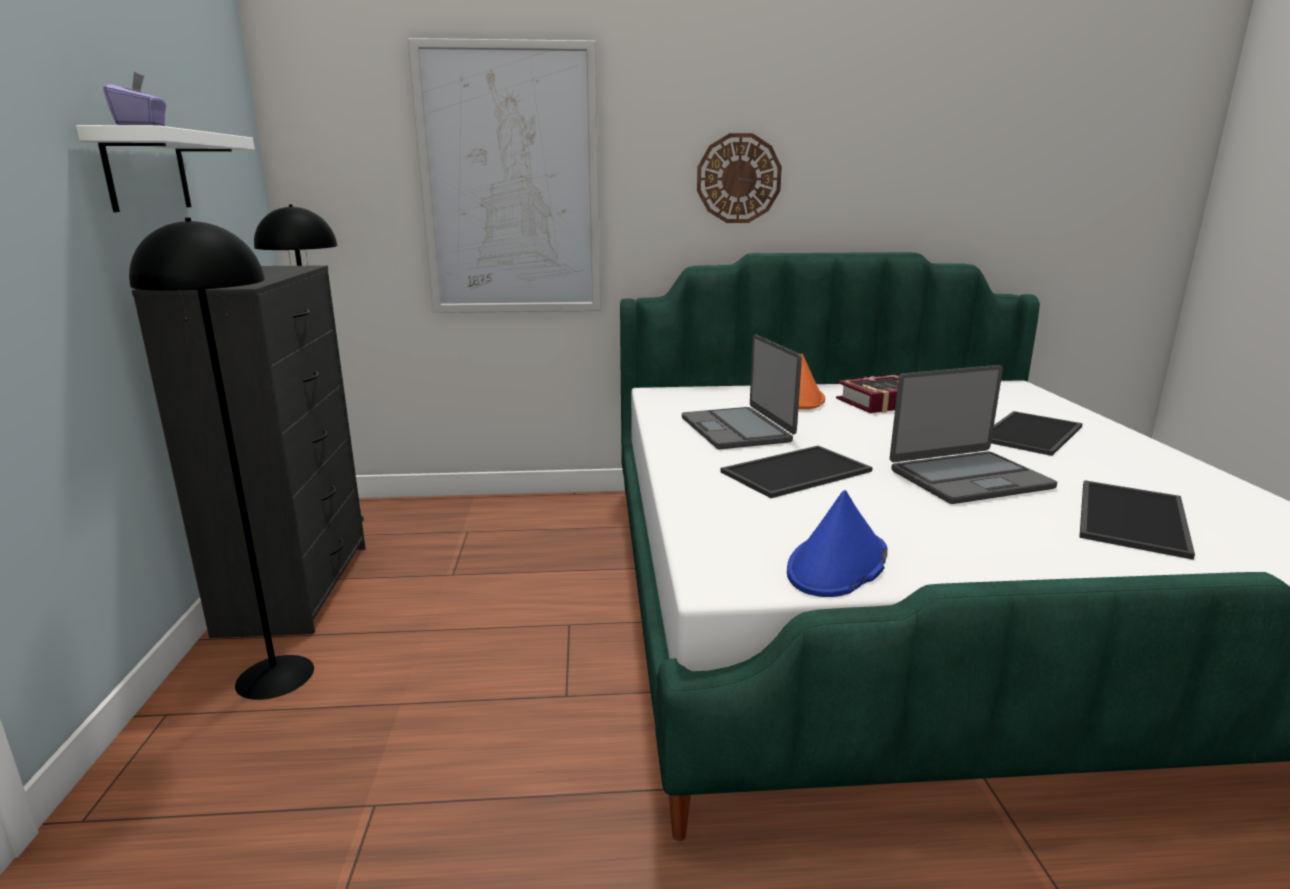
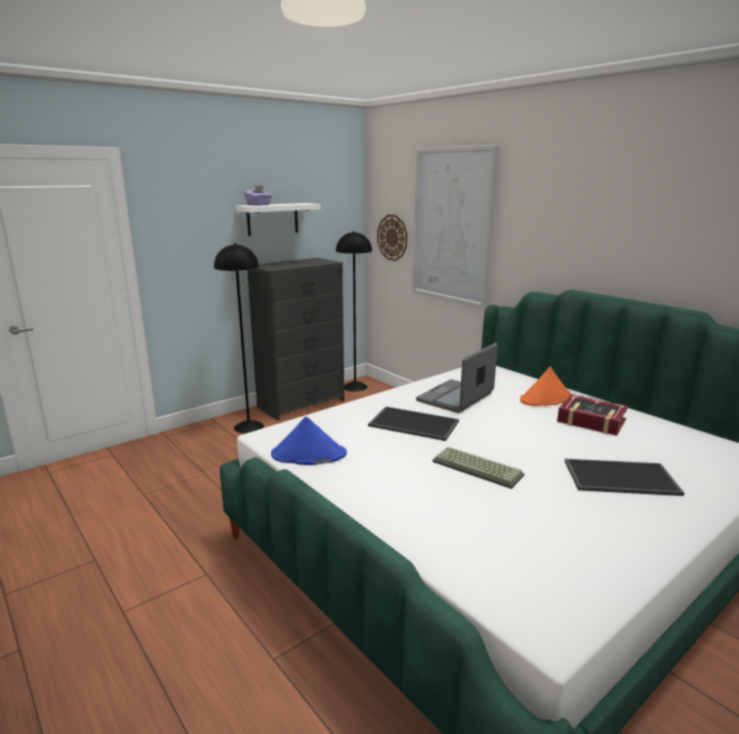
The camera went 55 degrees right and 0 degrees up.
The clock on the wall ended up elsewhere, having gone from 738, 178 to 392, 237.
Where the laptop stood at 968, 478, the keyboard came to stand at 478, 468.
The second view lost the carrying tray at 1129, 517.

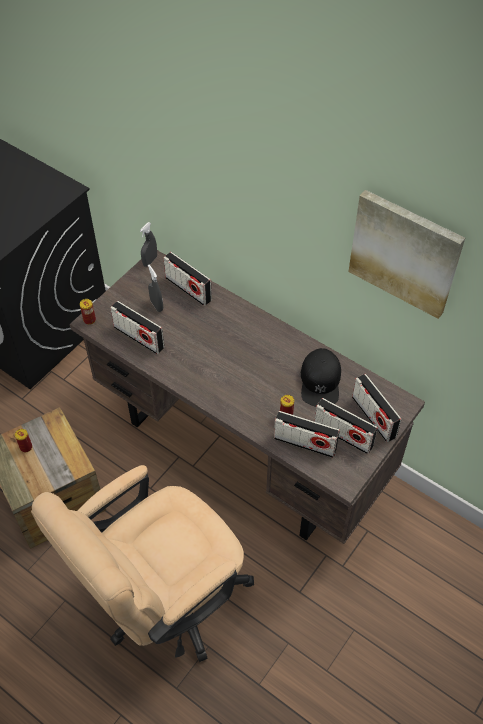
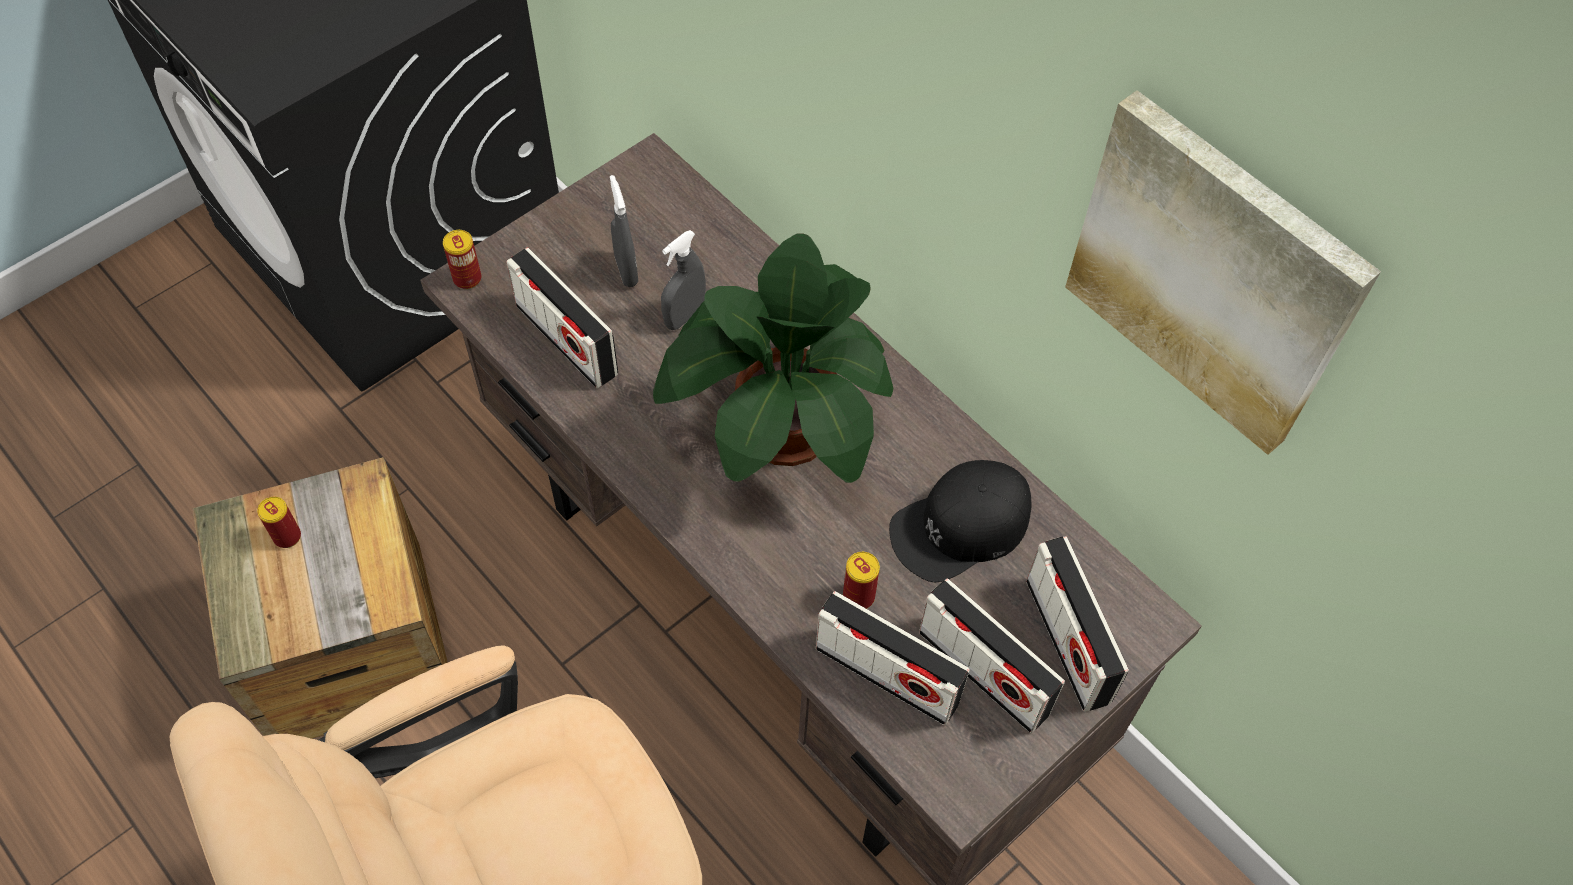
The camera went 10 degrees right and 5 degrees up.
The hand sprayer (grey) ended up elsewhere, having gone from 150, 261 to 684, 316.
The second view lost the radio receiver at 188, 289.
The peaked cap (black) at 320, 381 ended up facing another way, 45 degrees clockwise from before.
The second view gained the potted plant at 782, 432.

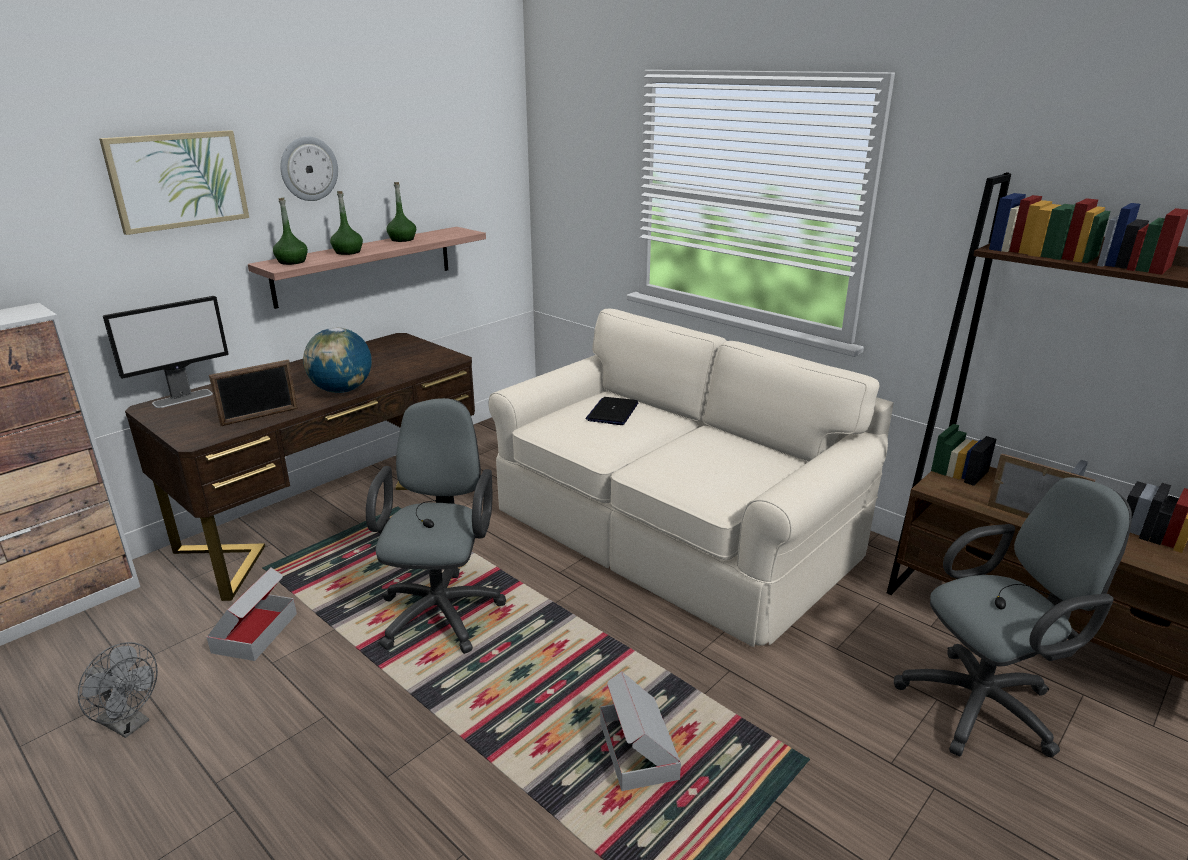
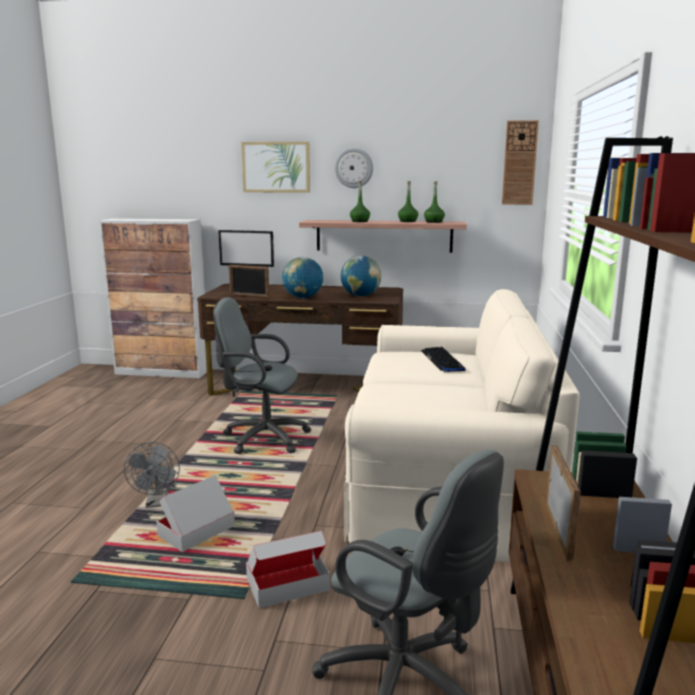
The camera went 55 degrees right and 10 degrees down.
The electric fan (grey) ended up elsewhere, having gone from 129, 724 to 156, 503.
The packing box ended up elsewhere, having gone from 255, 632 to 288, 584.
The beverage bottle (green-coloured) ended up elsewhere, having gone from 292, 262 to 434, 222.
The computer chair (grey) at 442, 609 ended up facing another way, 135 degrees counterclockwise from before.
Where the laptop stood at 612, 412, the keyboard came to stand at 442, 360.
The second view gained the globe at 360, 296.
The second view gained the clock on the wall at 519, 163.

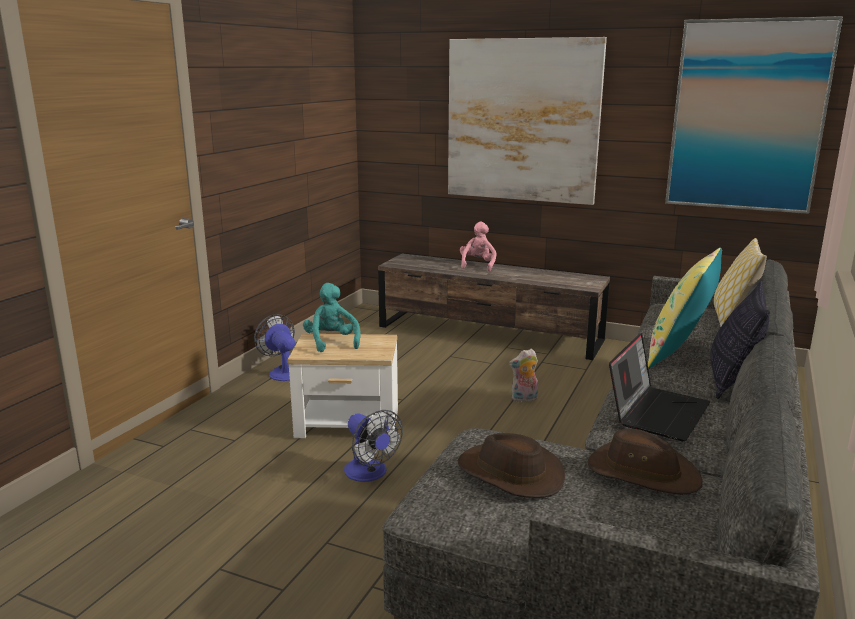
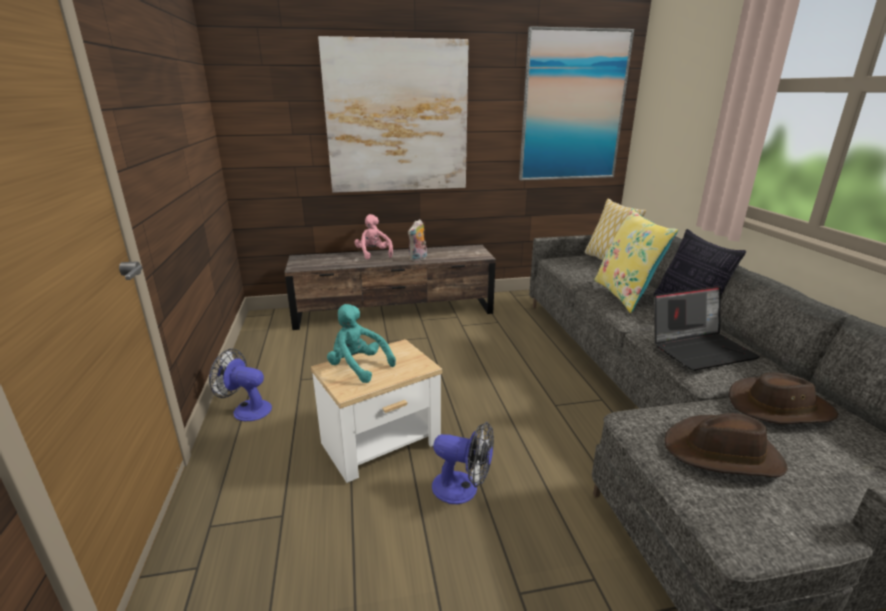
The camera went 35 degrees left and 5 degrees up.
The cuddly toy ended up elsewhere, having gone from 524, 399 to 418, 259.
The laptop at 657, 412 ended up facing another way, 75 degrees clockwise from before.

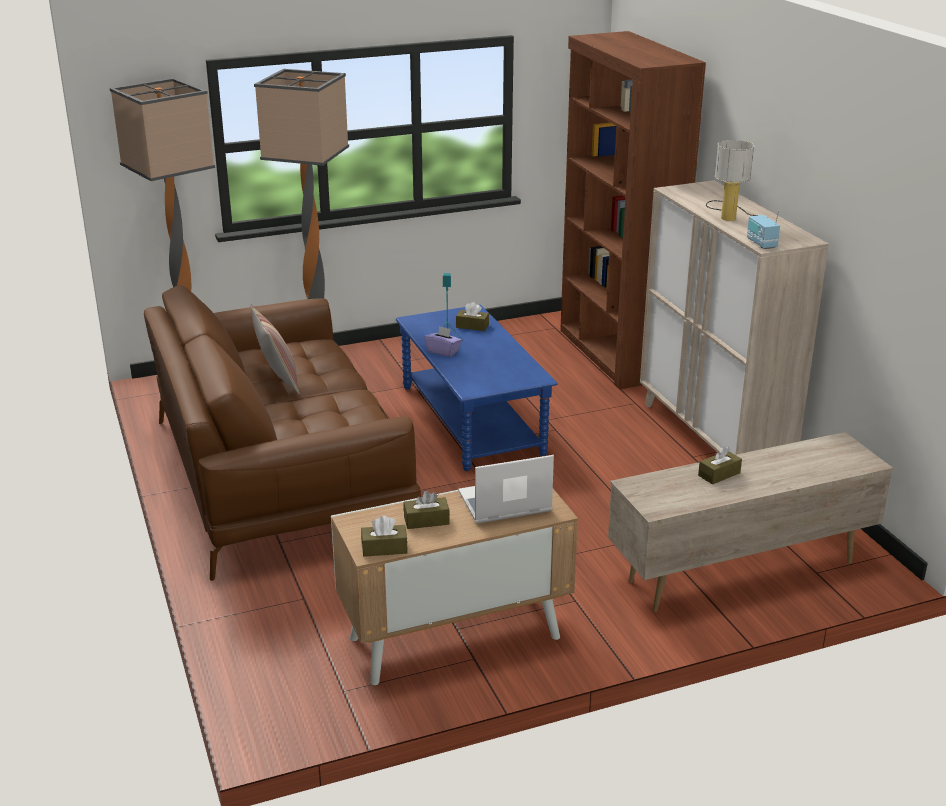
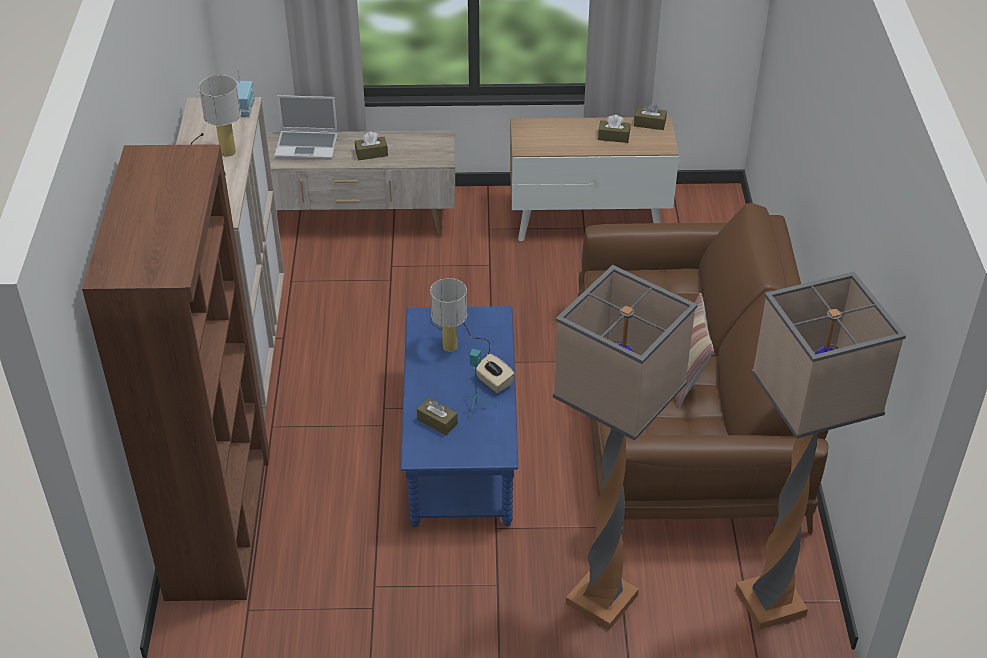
The camera went 160 degrees left and 15 degrees up.
What was the box of tissues (purplish) at 443, 351 turned into the box of tissues (beige-coloured) at 494, 382.
The laptop ended up elsewhere, having gone from 504, 503 to 307, 146.
The second view gained the lamp for a table at 454, 340.

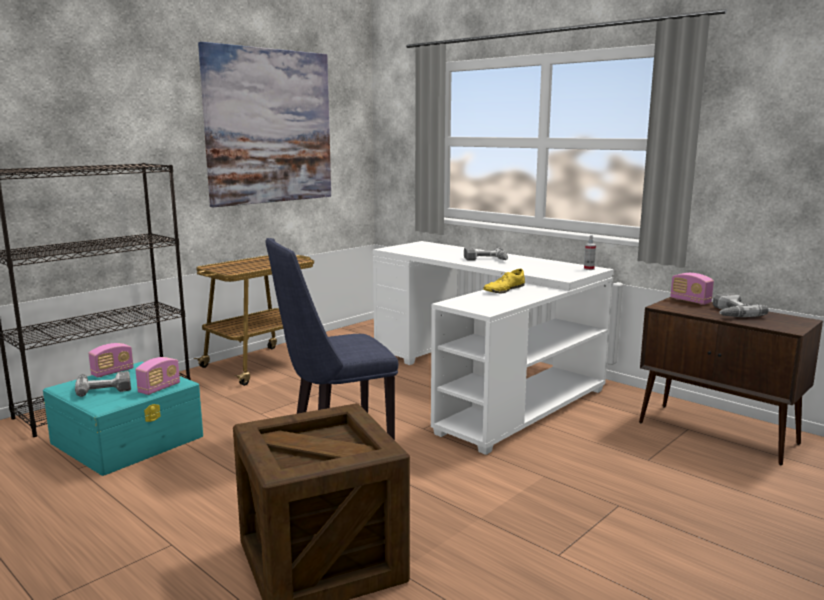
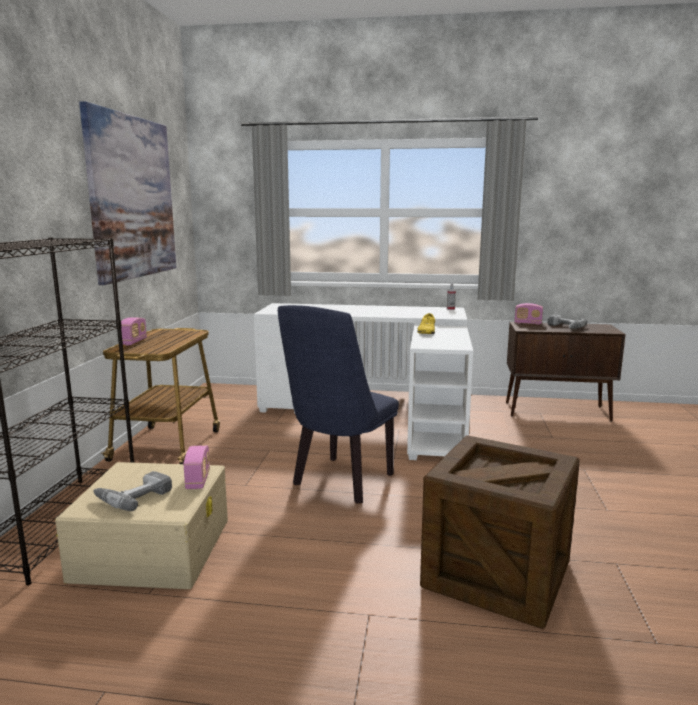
The camera went 35 degrees left and 0 degrees up.
What was the storage container (turquoise-coloured) at 128, 439 turned into the storage container (beige-coloured) at 153, 547.
The radio receiver ended up elsewhere, having gone from 112, 372 to 133, 342.
The second view lost the electric drill at 486, 260.

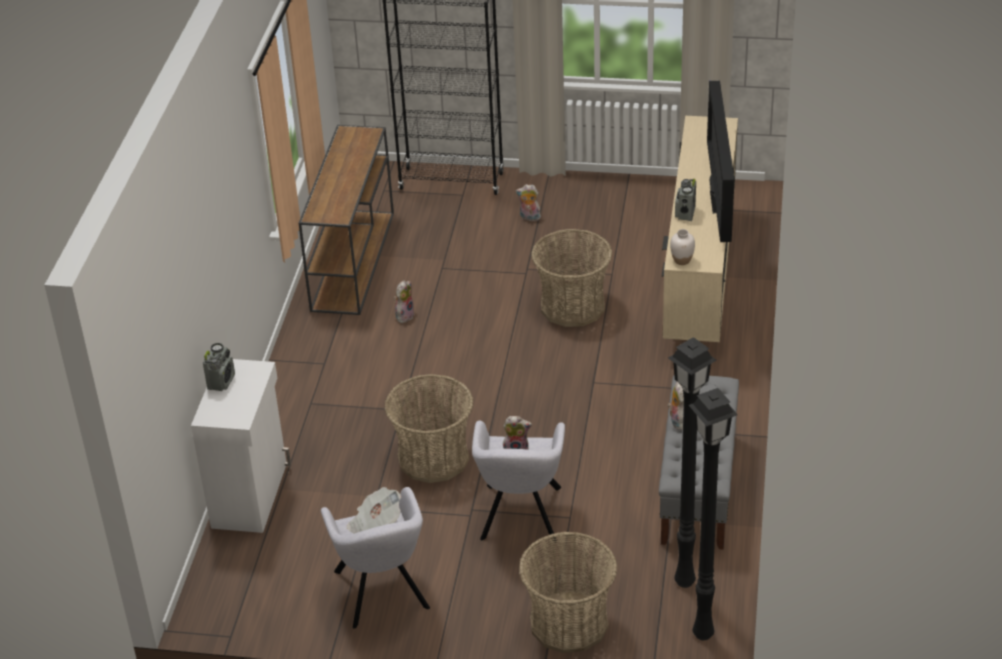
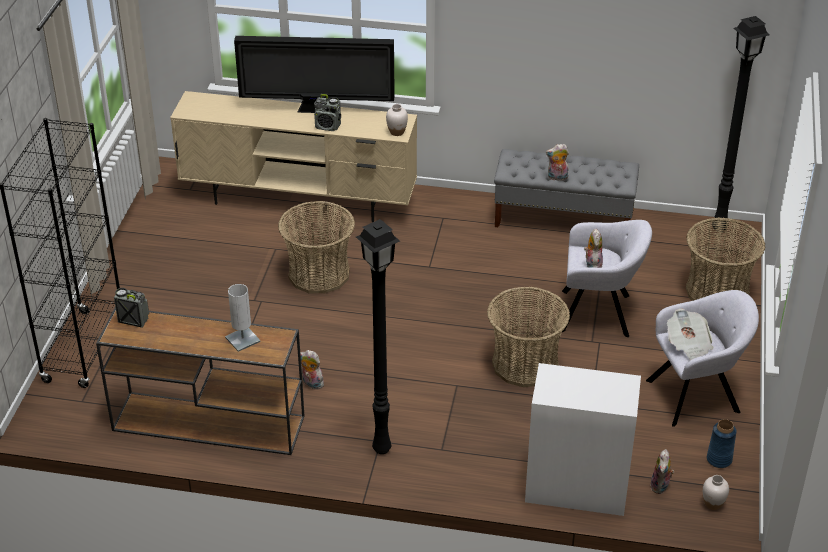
The camera went 90 degrees left and 0 degrees up.
The radio receiver ended up elsewhere, having gone from 221, 381 to 133, 319.
The cuddly toy ended up elsewhere, having gone from 529, 218 to 661, 486.
The standing lamp (black) ended up elsewhere, having gone from 684, 583 to 383, 449.
The second view gained the lamp for a table (whitish) at 242, 339.
The second view gained the flower vase (whitish) at 713, 504.
The second view gained the flower vase (blue-coloured) at 719, 459.

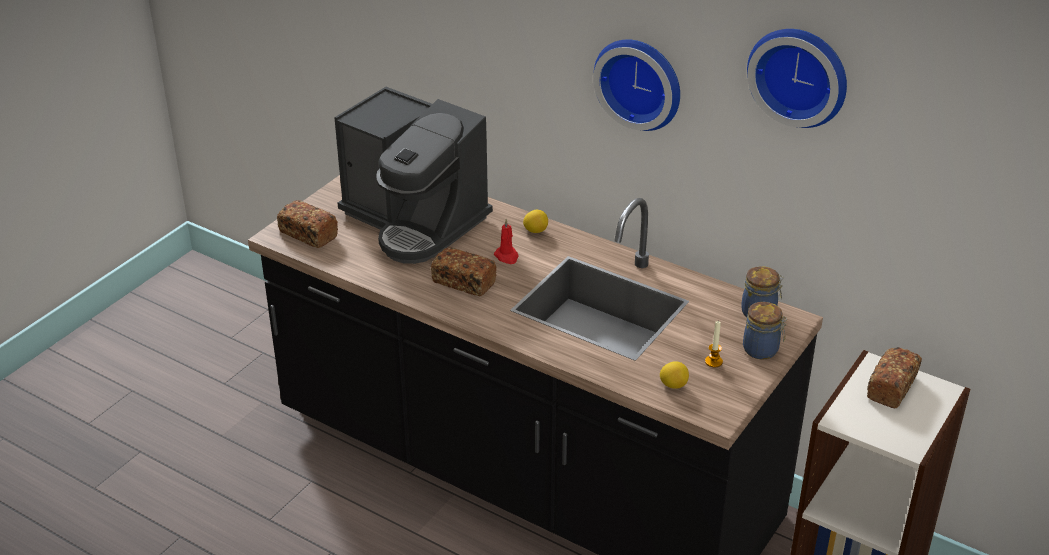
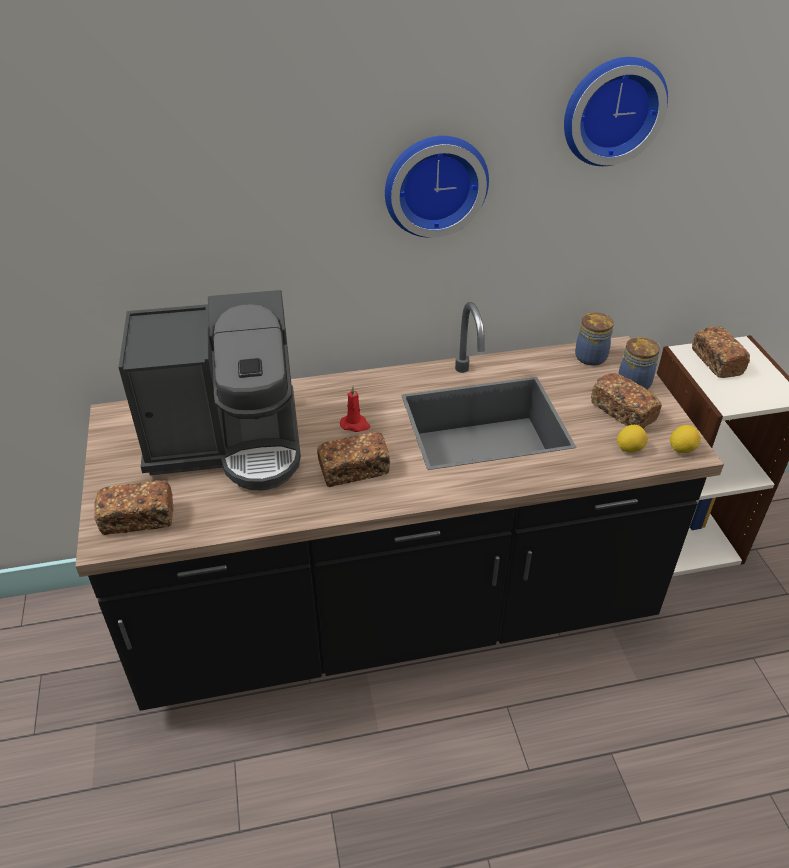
The camera went 45 degrees left and 5 degrees up.
The whole lemon ended up elsewhere, having gone from 535, 231 to 681, 449.
Where the candle stood at 713, 361, the bread came to stand at 623, 412.

